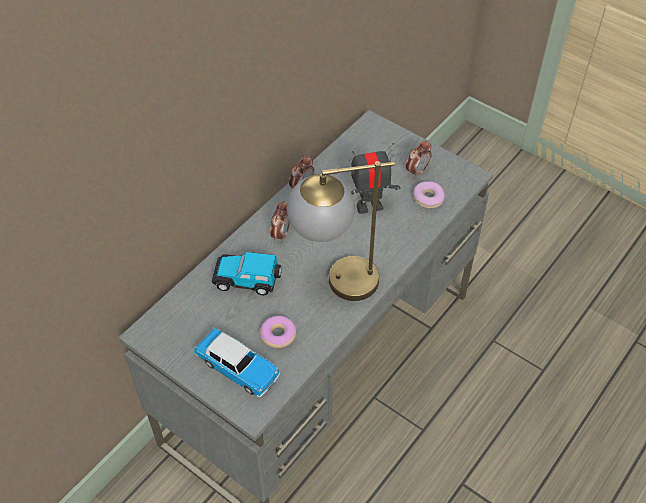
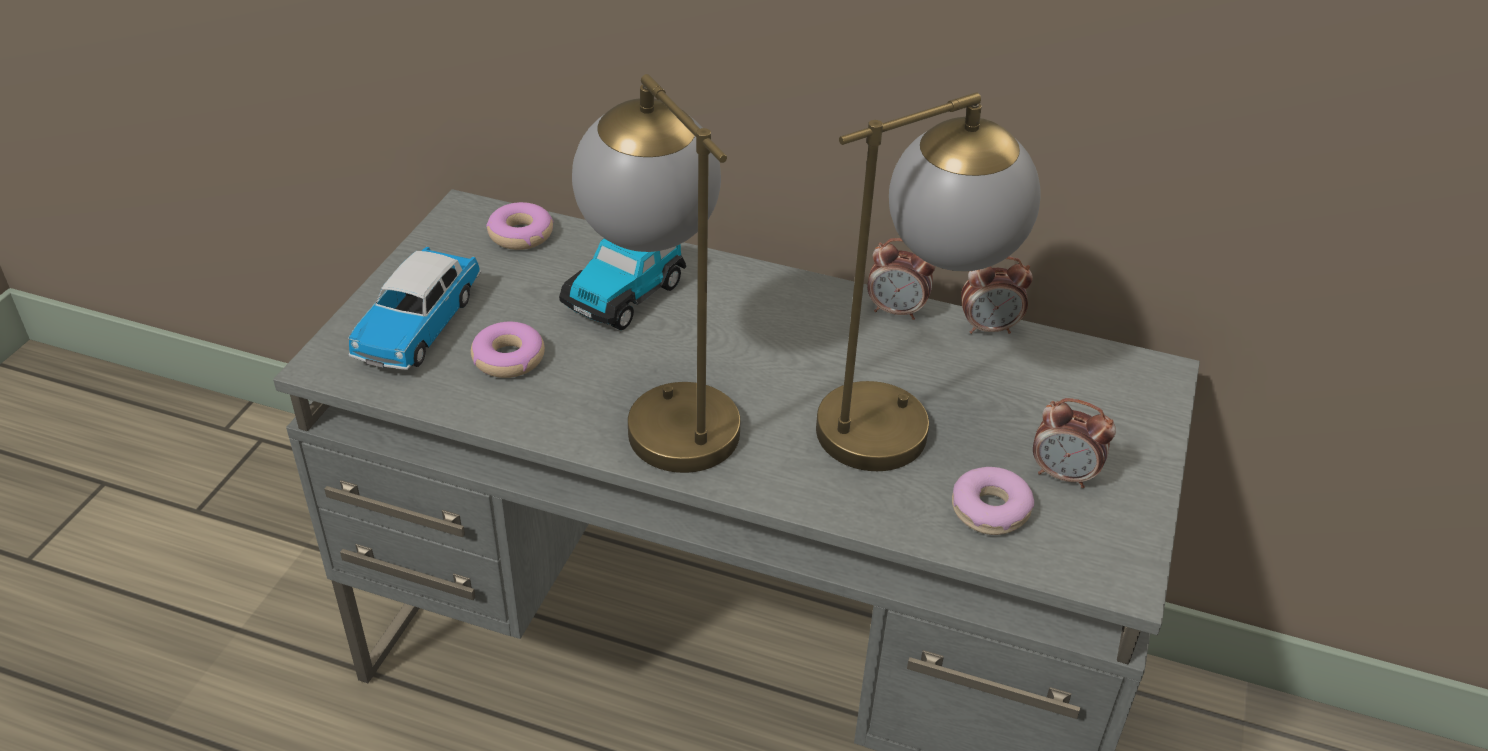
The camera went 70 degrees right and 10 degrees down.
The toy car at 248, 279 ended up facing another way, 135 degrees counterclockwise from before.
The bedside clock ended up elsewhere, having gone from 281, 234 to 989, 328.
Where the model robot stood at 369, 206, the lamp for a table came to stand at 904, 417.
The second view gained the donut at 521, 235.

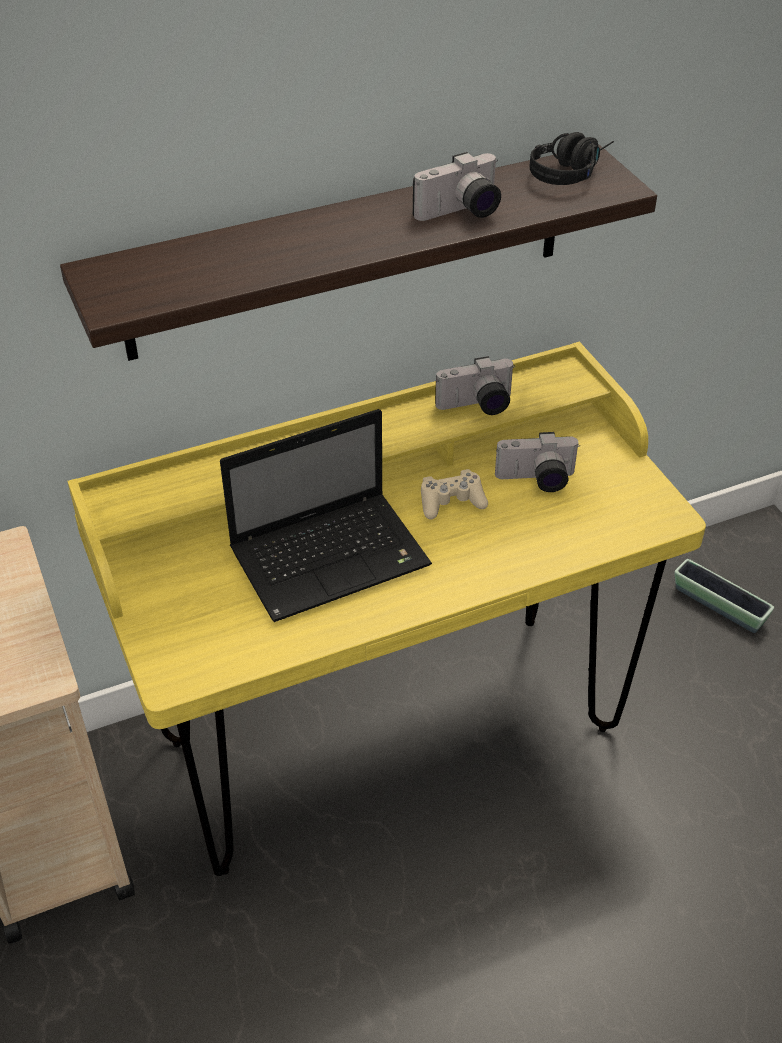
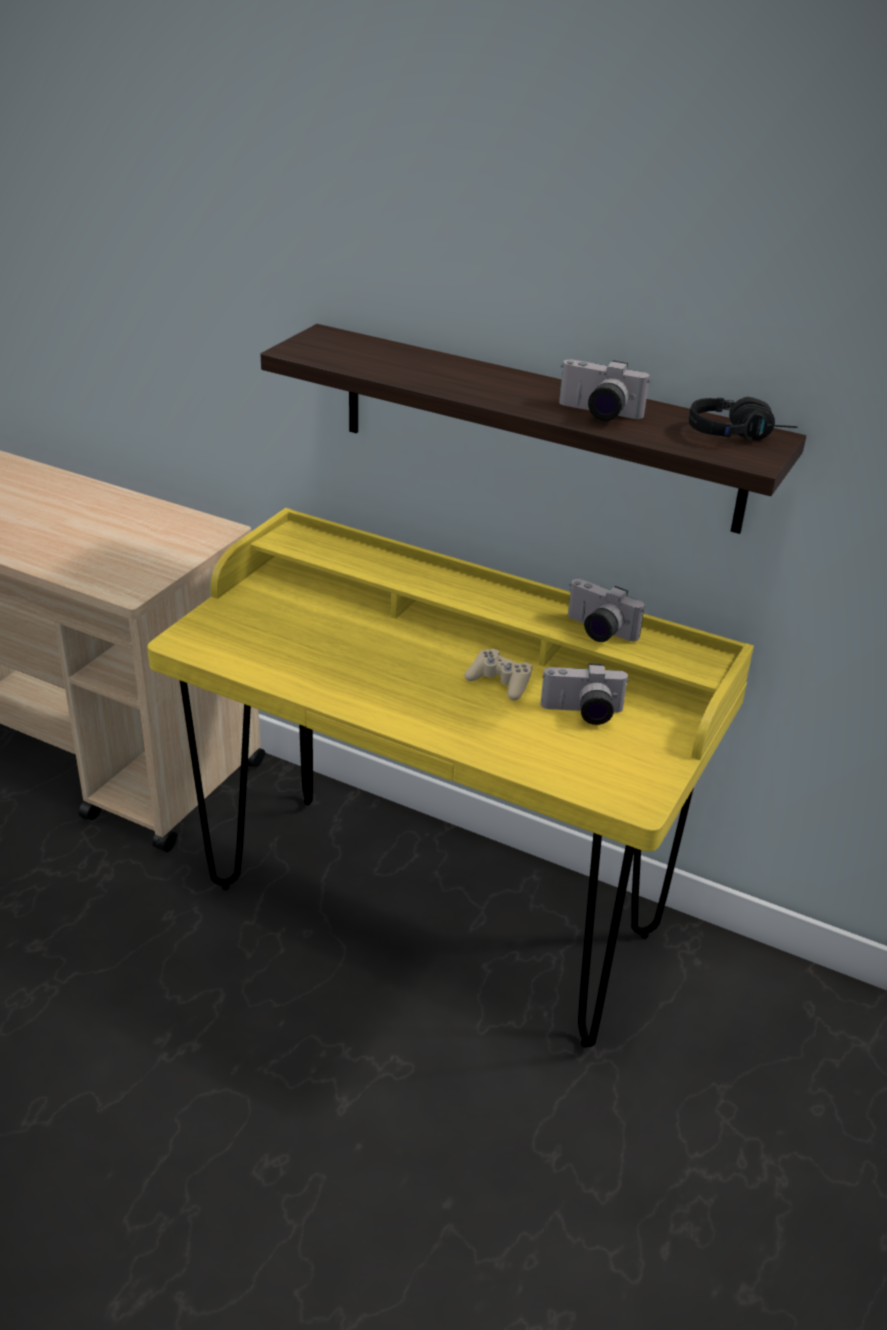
The camera went 50 degrees right and 10 degrees down.
The second view lost the laptop at 333, 556.
The photo camera at 536, 480 ended up facing another way, 45 degrees counterclockwise from before.
The second view lost the planter at 719, 606.

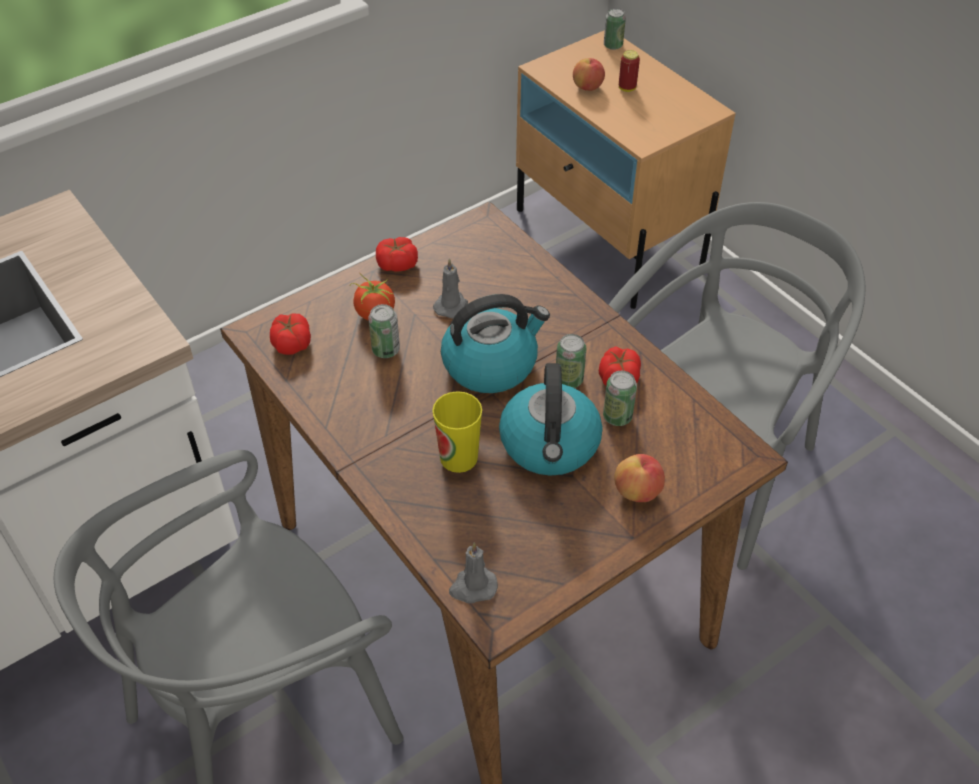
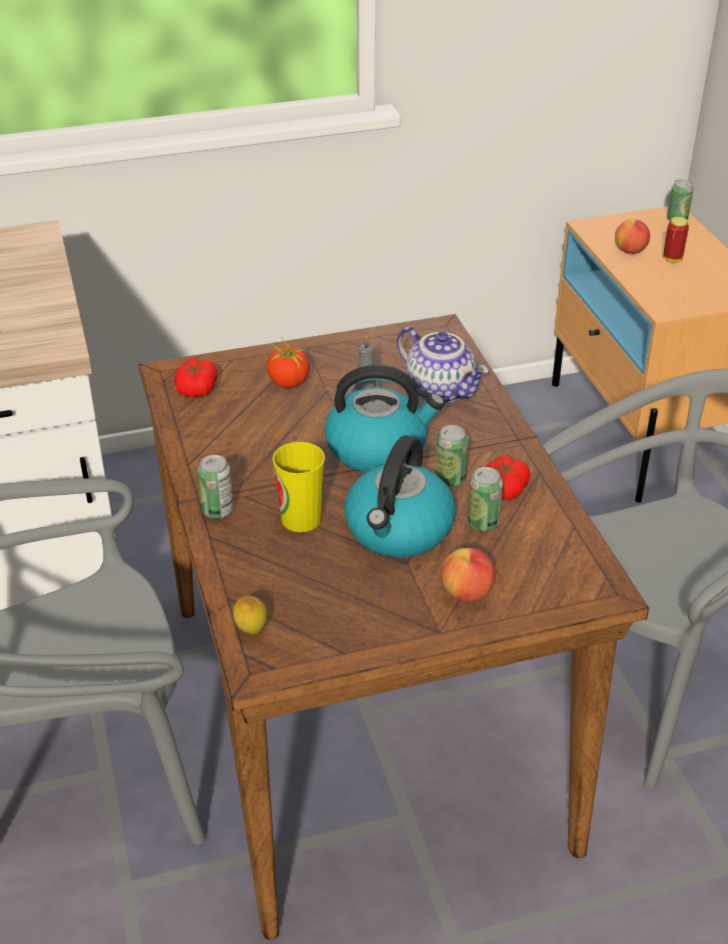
The camera went 20 degrees right and 10 degrees down.
The can ended up elsewhere, having gone from 386, 350 to 217, 510.
The second view lost the fresh tomato at 397, 264.
Where the candle (grey) stood at 472, 587, the whole lemon came to stand at 251, 631.
The second view gained the tea pot at 441, 390.

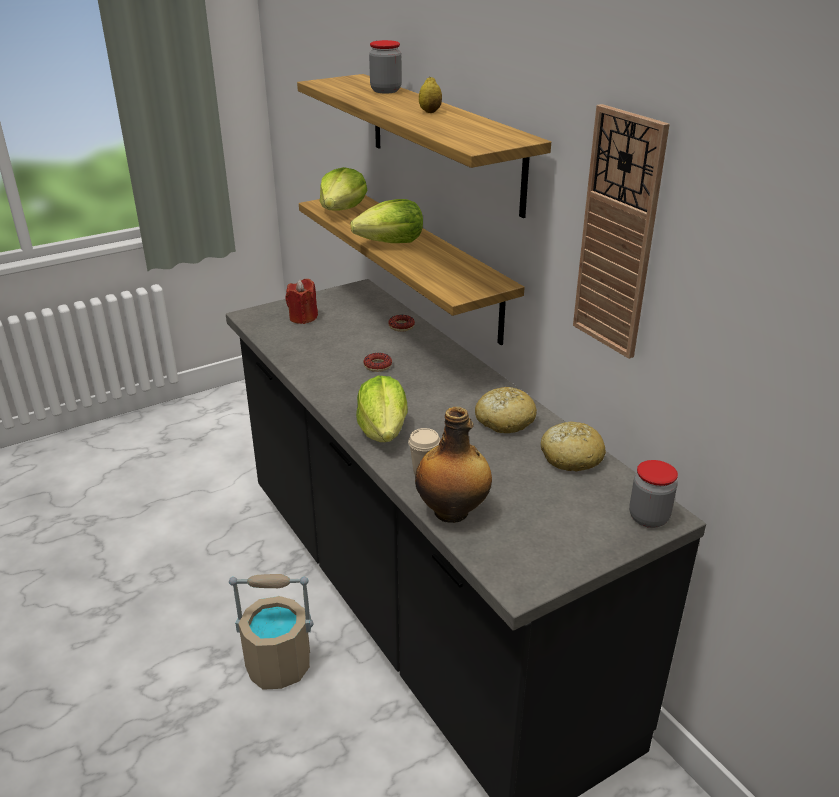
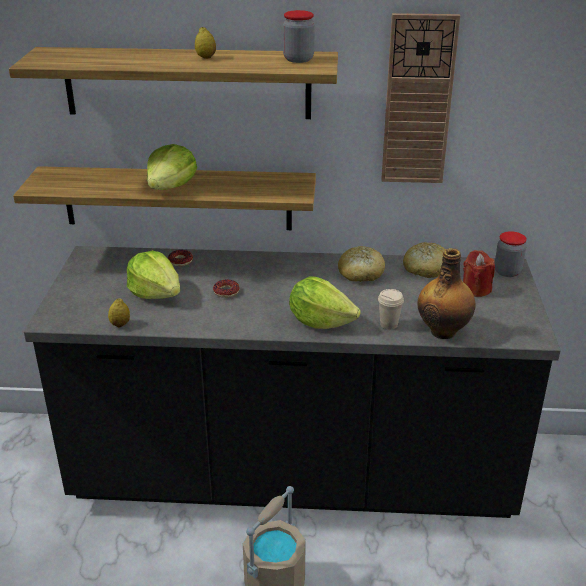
The camera went 55 degrees left and 0 degrees up.
The candle (red-coloured) ended up elsewhere, having gone from 303, 318 to 476, 289.
The head of lettuce ended up elsewhere, having gone from 342, 210 to 156, 293.
The preserve jar ended up elsewhere, having gone from 385, 91 to 298, 59.
The second view gained the whole lemon at 120, 324.

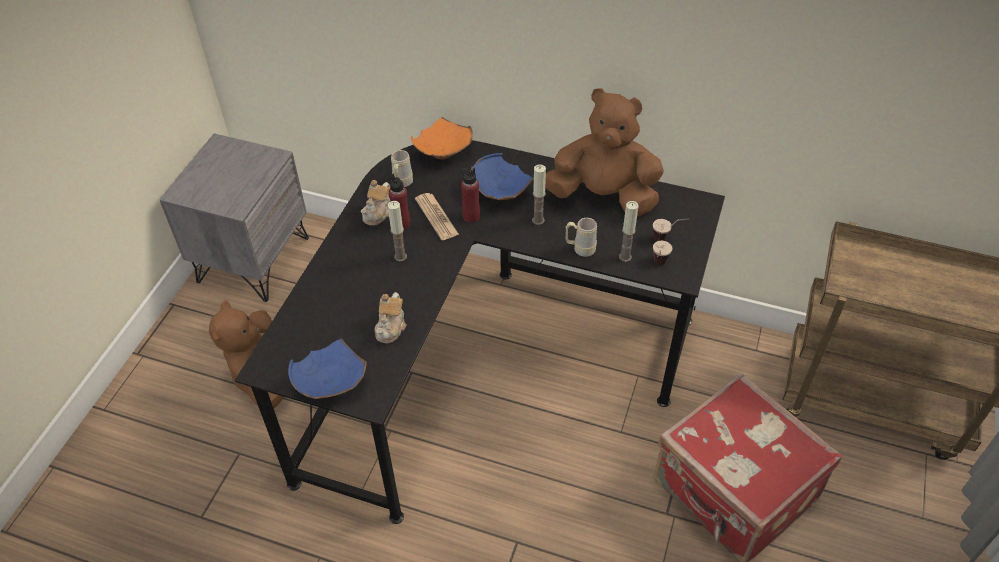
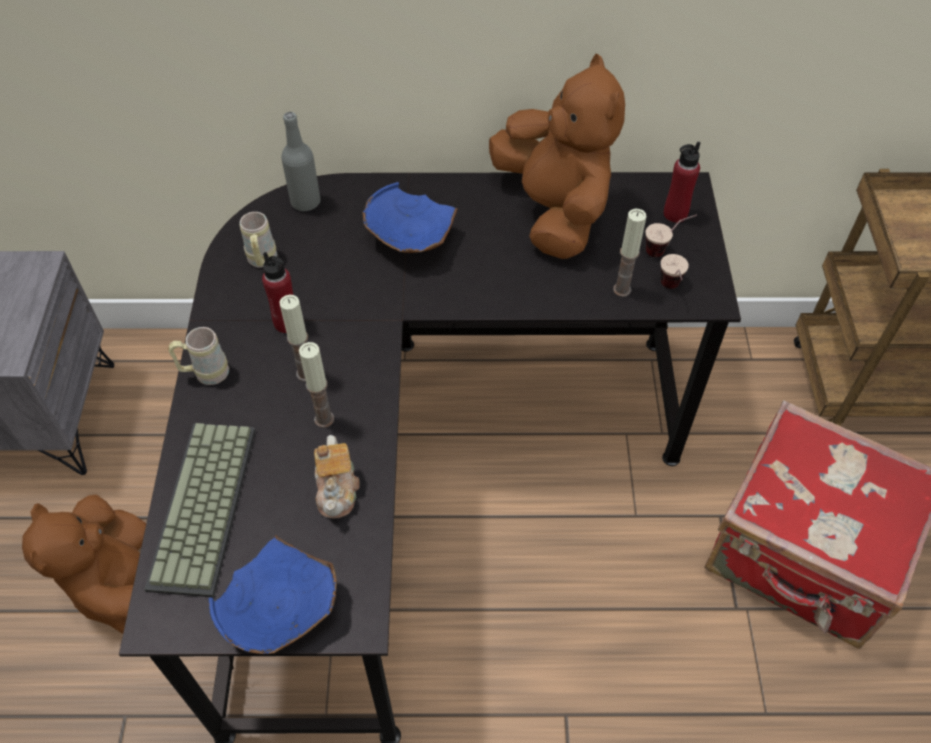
The camera went 20 degrees left and 5 degrees up.
The second view lost the tea pot at 378, 213.
Where the serving bowl (orange) stood at 444, 153, the beverage bottle (grey) came to stand at 305, 202.
The second view lost the printed paper at 436, 217.
The beverage bottle (red-coloured) ended up elsewhere, having gone from 471, 216 to 675, 214.
The candle ended up elsewhere, having gone from 538, 220 to 324, 419.
The cuddly toy (brown) at 603, 196 ended up facing another way, 75 degrees clockwise from before.
The coffee mug (beige-coloured) ended up elsewhere, having gone from 580, 249 to 205, 373.
The second view gained the keyboard at 206, 509.

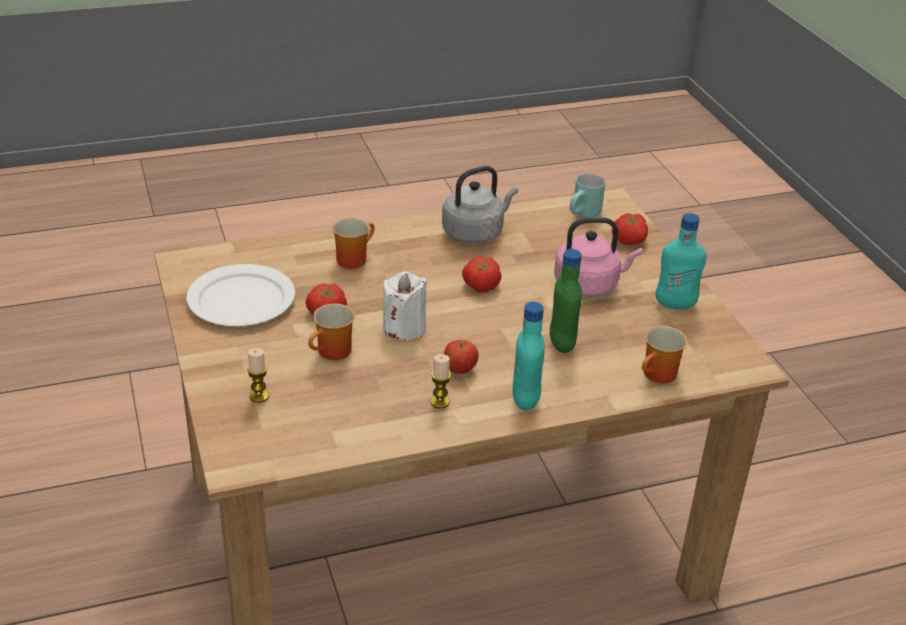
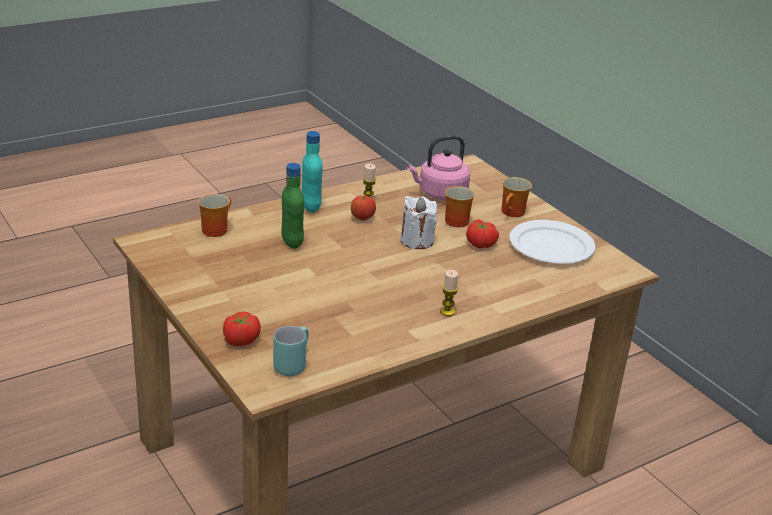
The camera went 165 degrees right and 5 degrees down.
The candle ended up elsewhere, having gone from 259, 396 to 447, 311.
The coffee mug ended up elsewhere, having gone from 352, 258 to 513, 213.
The second view lost the water kettle (grey) at 475, 232.
The second view lost the fresh tomato at 480, 285.
The water kettle (pink) ended up elsewhere, having gone from 589, 285 to 440, 194.
The second view lost the beverage bottle (turquoise-coloured) at 675, 304.

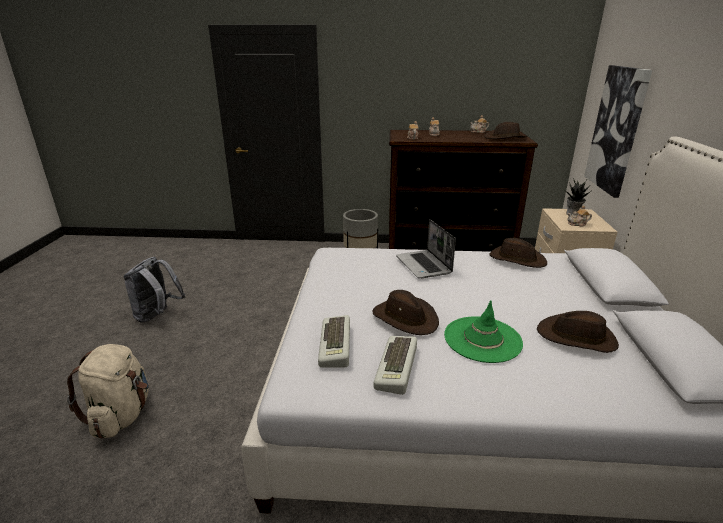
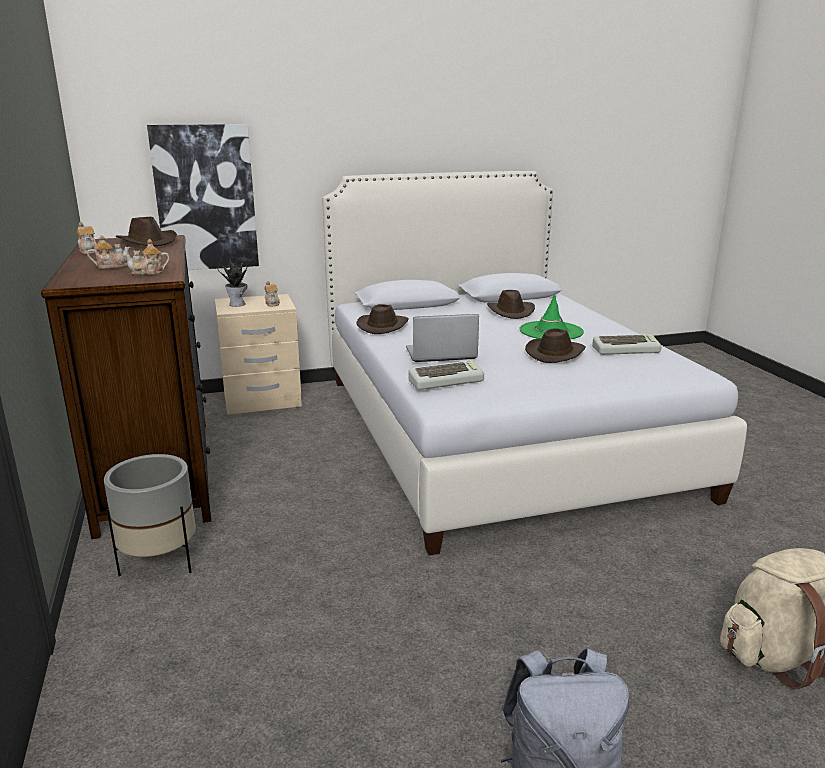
The camera went 110 degrees left and 5 degrees down.
The keyboard ended up elsewhere, having gone from 337, 346 to 446, 380.
The laptop at 424, 265 ended up facing another way, 150 degrees counterclockwise from before.

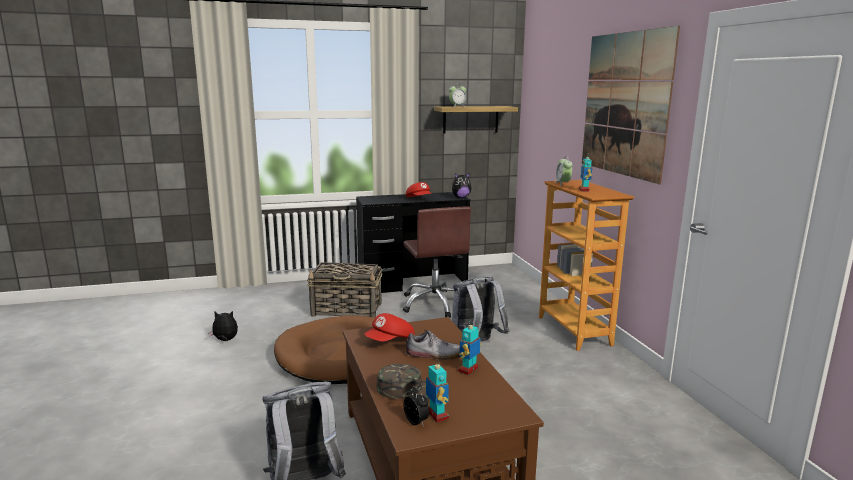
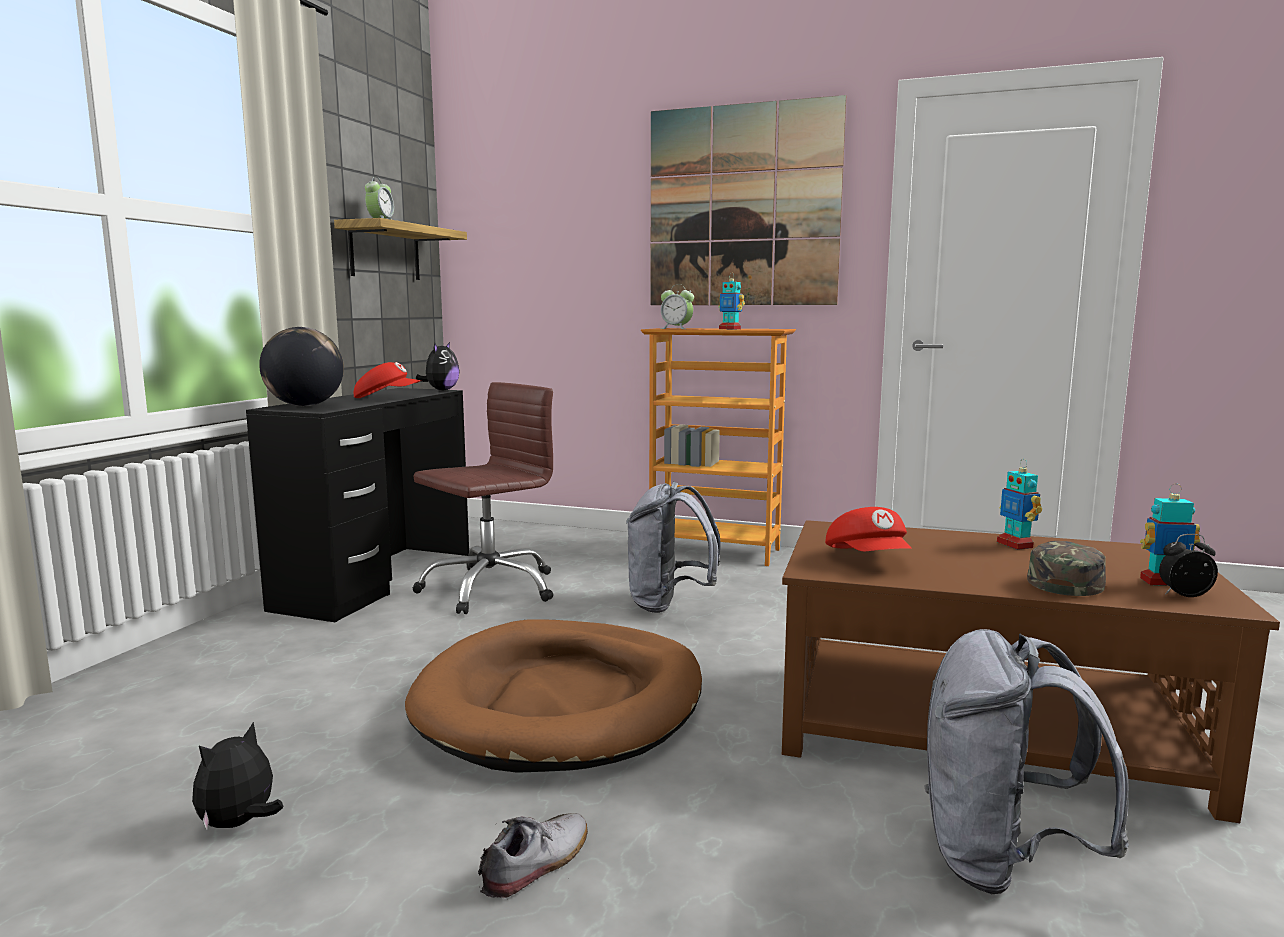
The camera went 55 degrees left and 5 degrees down.
The second view lost the storage basket at 347, 310.
The computer chair (brown) at 435, 303 ended up facing another way, 60 degrees counterclockwise from before.
The shoe ended up elsewhere, having gone from 434, 354 to 537, 863.
The second view gained the globe at 305, 406.

